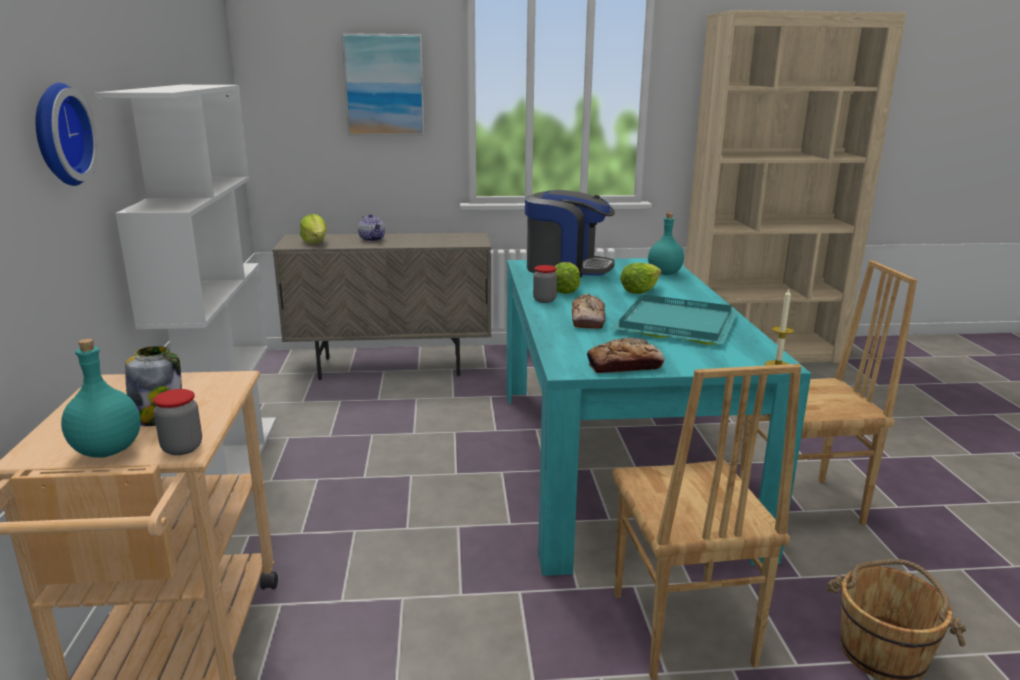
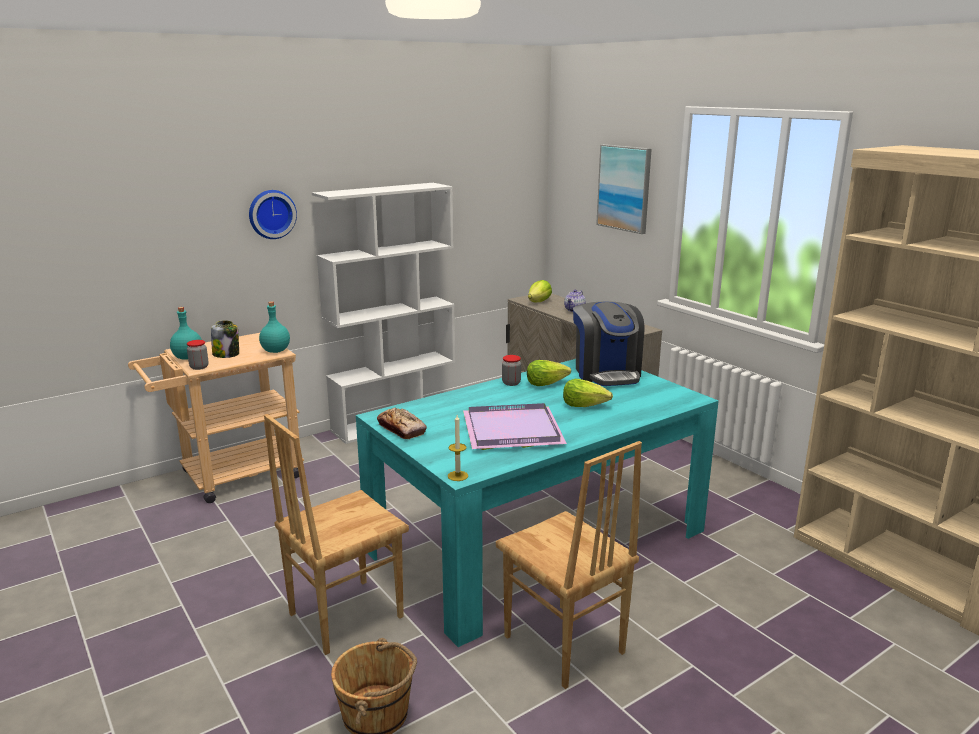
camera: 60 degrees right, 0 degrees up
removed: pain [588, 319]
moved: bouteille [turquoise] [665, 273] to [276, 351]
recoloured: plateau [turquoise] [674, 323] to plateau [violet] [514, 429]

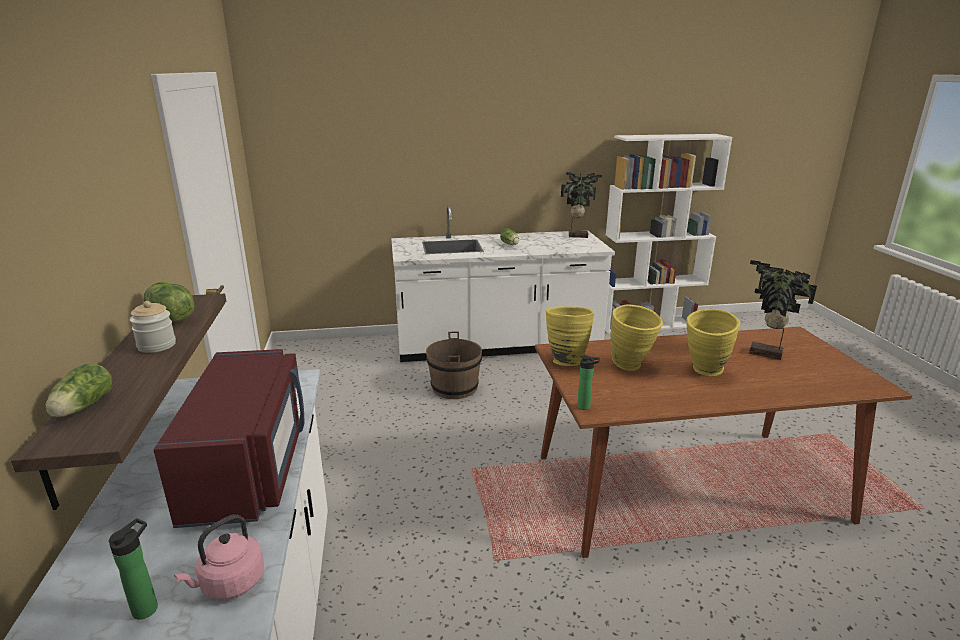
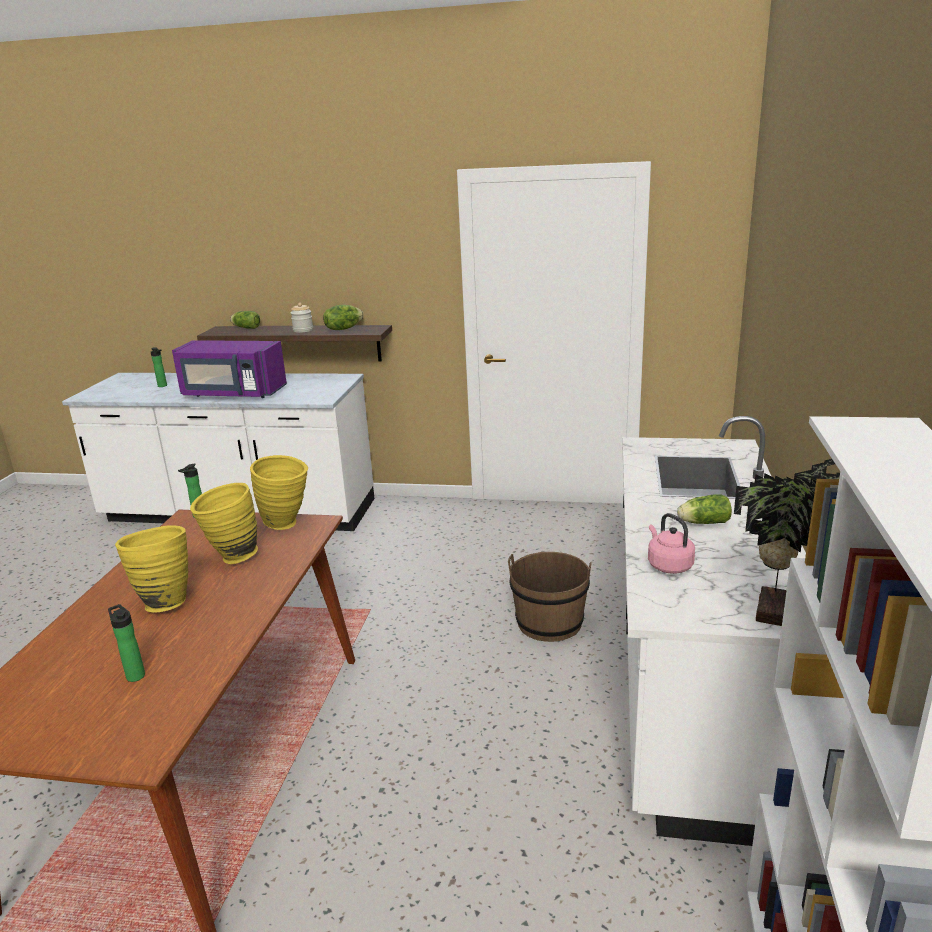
camera: 110 degrees right, 0 degrees up
moved: bouilloire [rose] [230, 584] to [668, 565]
replaced: plante en pot [766, 355] to bouteille [134, 675]
recoloured: micro-ondes [rouge] [250, 467] to micro-ondes [violet] [233, 394]

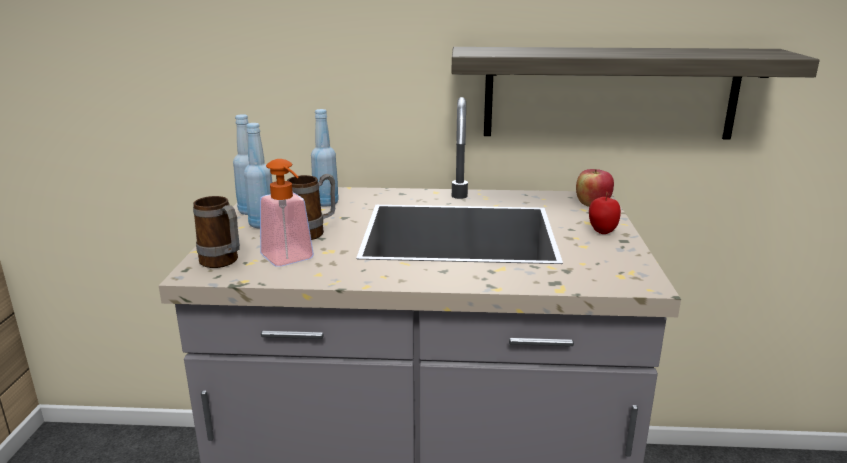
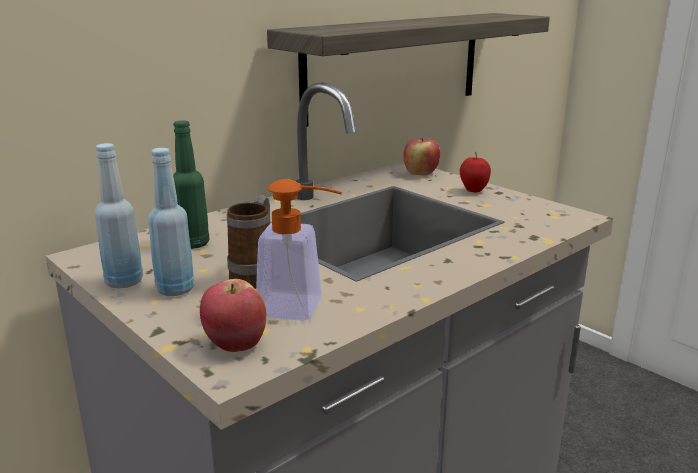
camera: 45 degrees left, 0 degrees up
replaced: mug [223, 263] to pomme [235, 344]
recoloured: bouteille [bleu] [326, 203] to bouteille [vert] [192, 244]

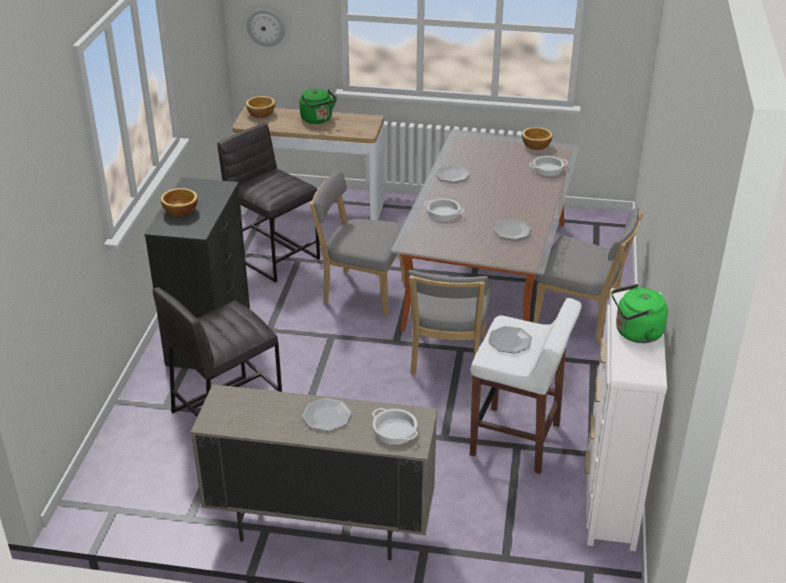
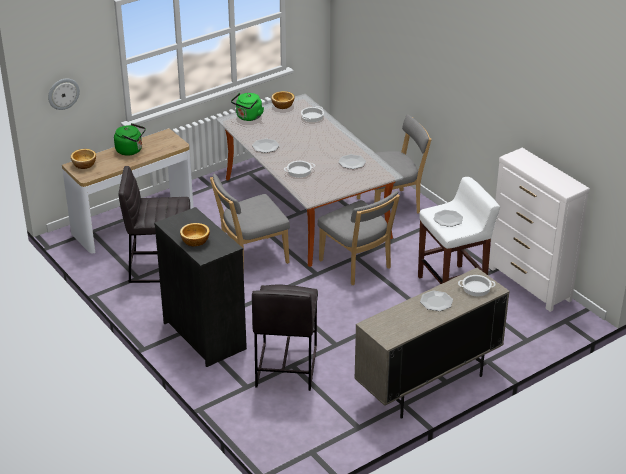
camera: 45 degrees left, 0 degrees up
moved: bouilloire [vert] [635, 333] to [248, 117]

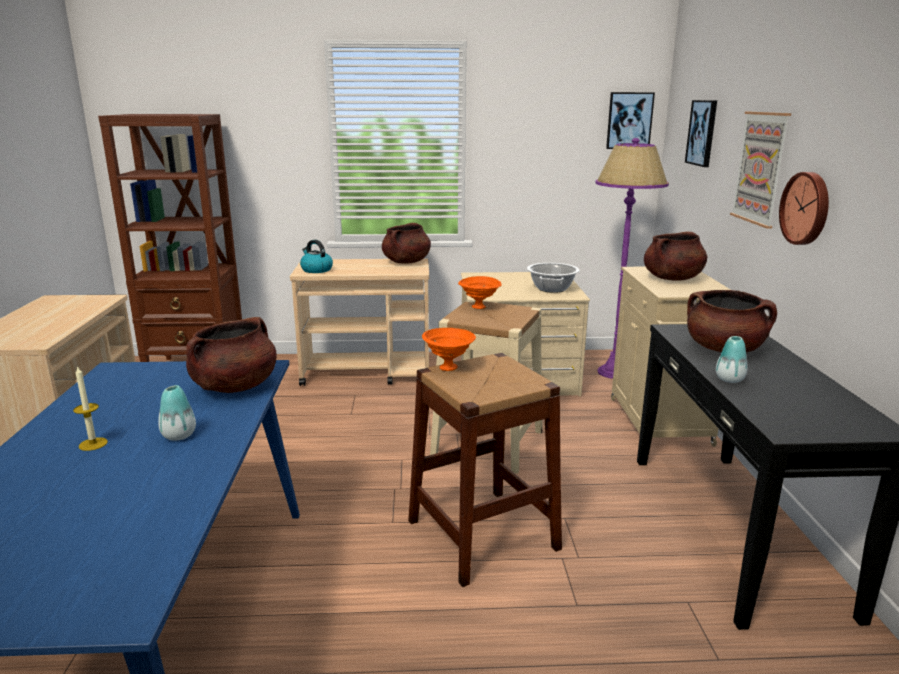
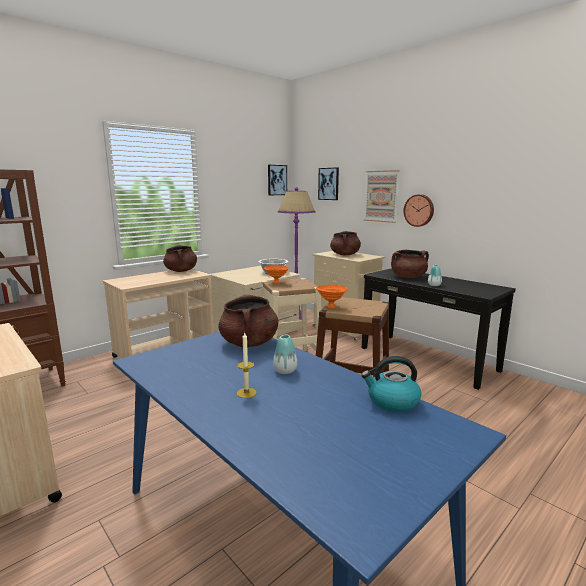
camera: 40 degrees left, 5 degrees down
moved: bouilloire [316, 270] to [392, 402]

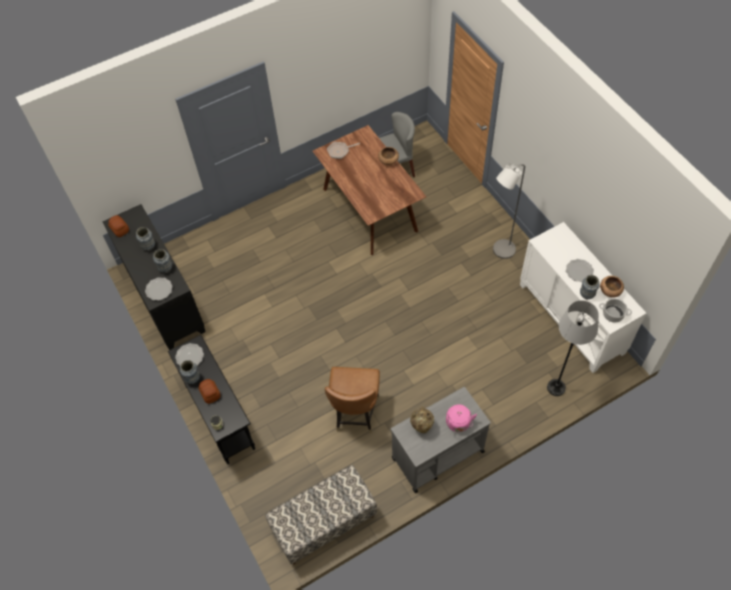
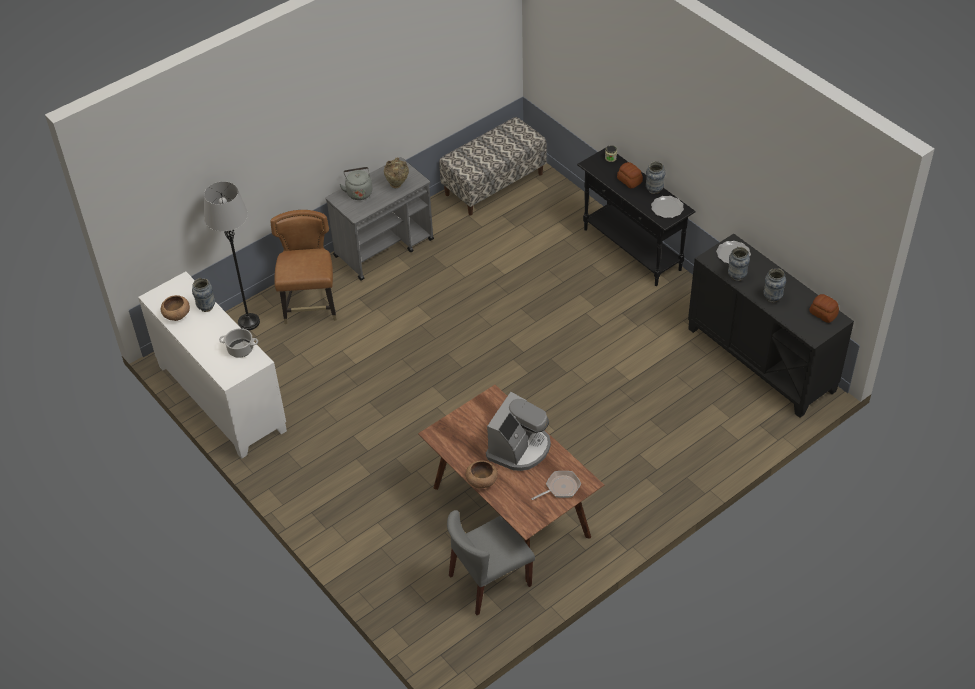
camera: 170 degrees right, 10 degrees down
removed: lampadaire [gris] [500, 251]; assiette [579, 271]
added: machine à café [519, 448]
moved: marmite [612, 314] to [241, 349]; chaise [marron] [355, 413] to [311, 306]
recoloured: bouilloire [rose] [458, 424] to bouilloire [gris] [359, 192]

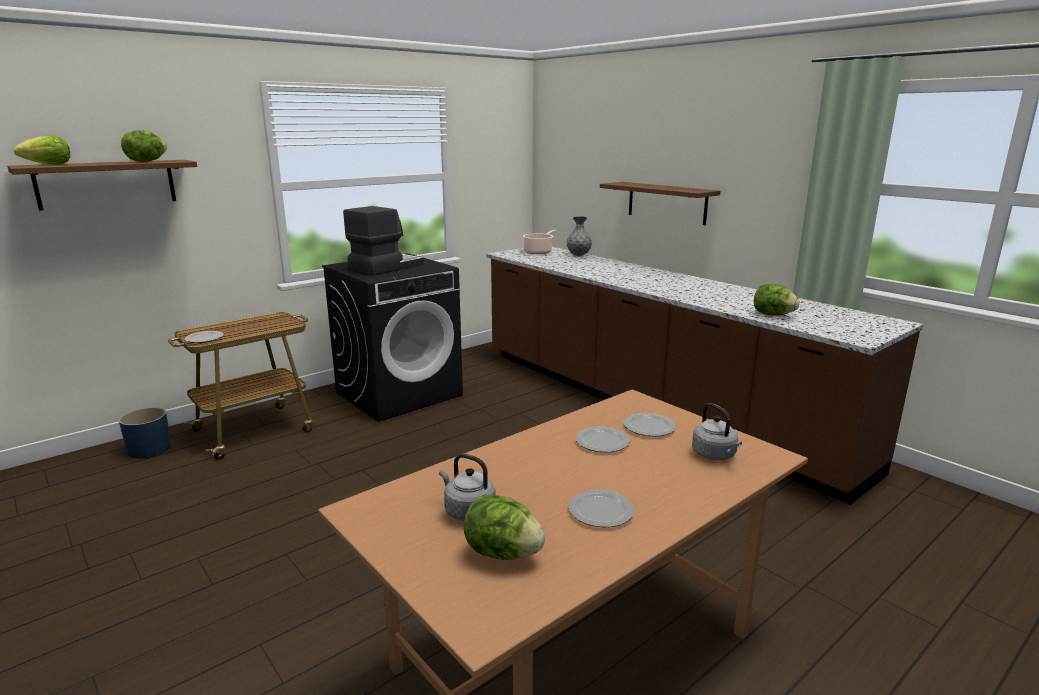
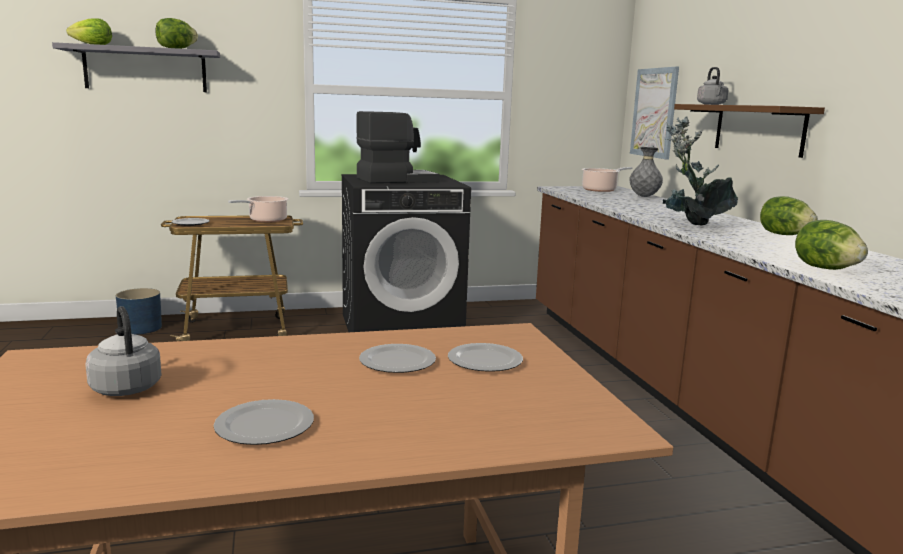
camera: 25 degrees right, 5 degrees down
added: marmite [266, 220]; tableau [654, 112]; plante en pot [691, 226]
moved: bouilloire [gris] [715, 455] to [712, 104]; laitue [502, 553] to [784, 235]
recoloured: étagère [marron] [106, 184] to étagère [gris] [145, 69]

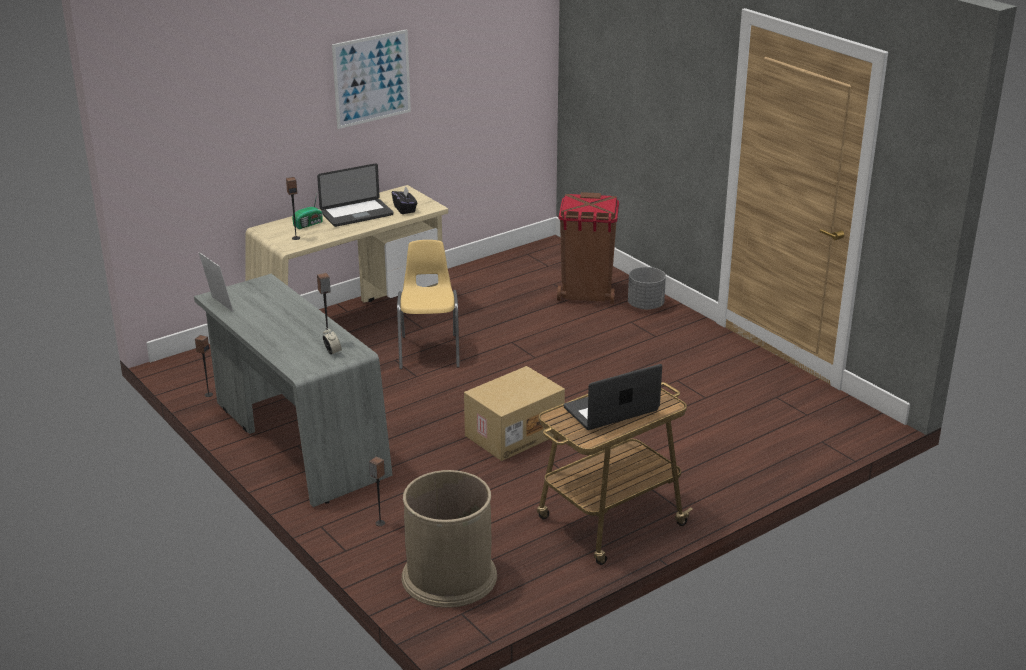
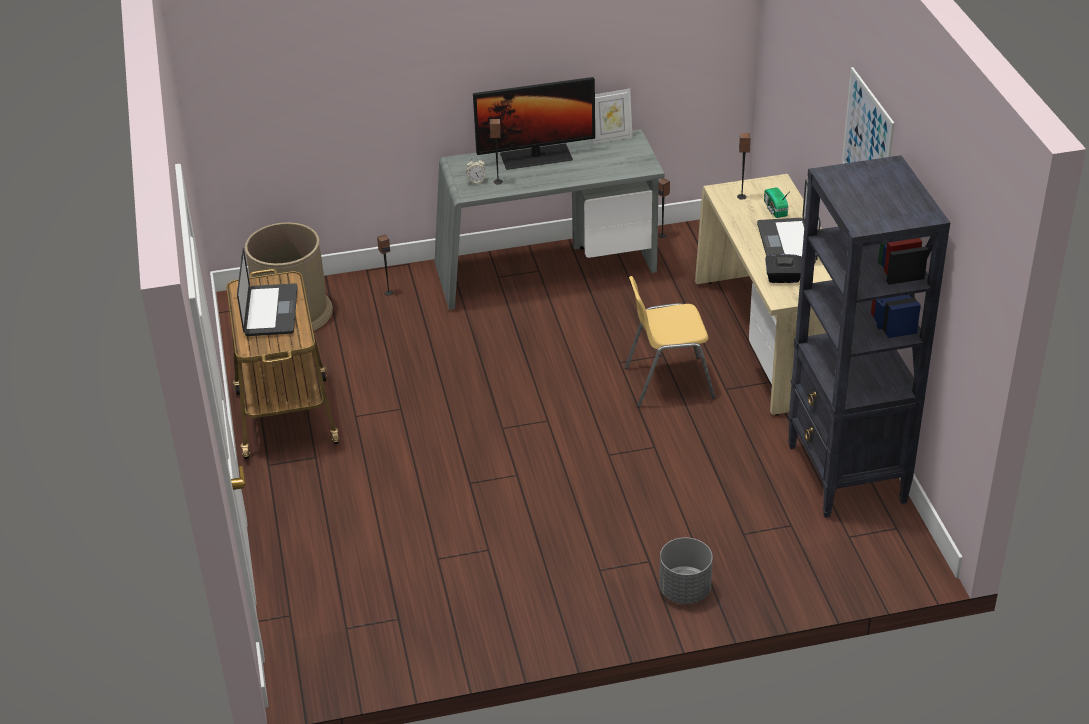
camera: 115 degrees right, 10 degrees up
removed: carton [514, 433]; poubelle [marron] [586, 295]
added: écran d'ordinateur [536, 157]; bibliothèque [noir] [846, 475]
turned: chaise [jaune] [429, 351] = [667, 382] 150 degrees clockwise

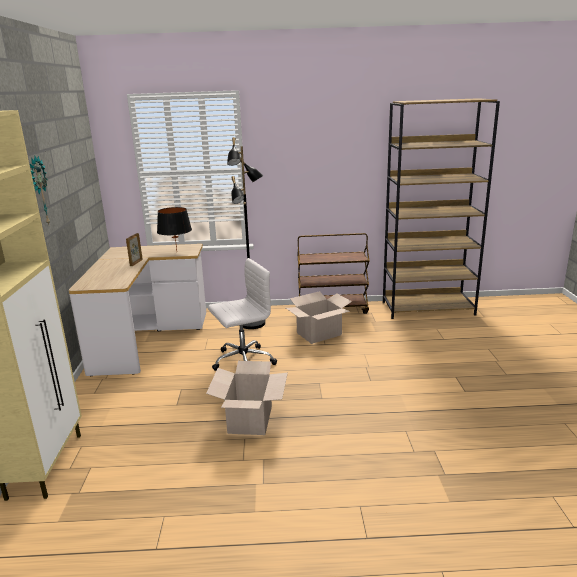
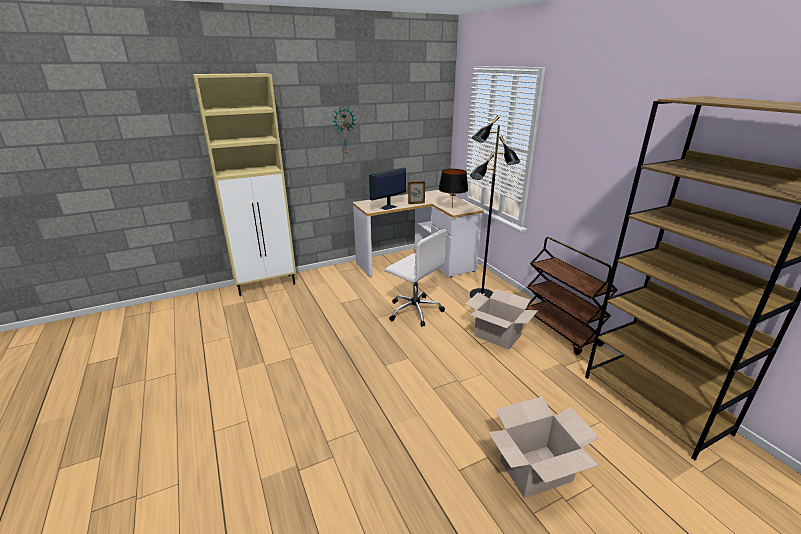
camera: 65 degrees right, 5 degrees up
added: écran d'ordinateur [388, 207]
moved: carton [250, 419] to [535, 470]

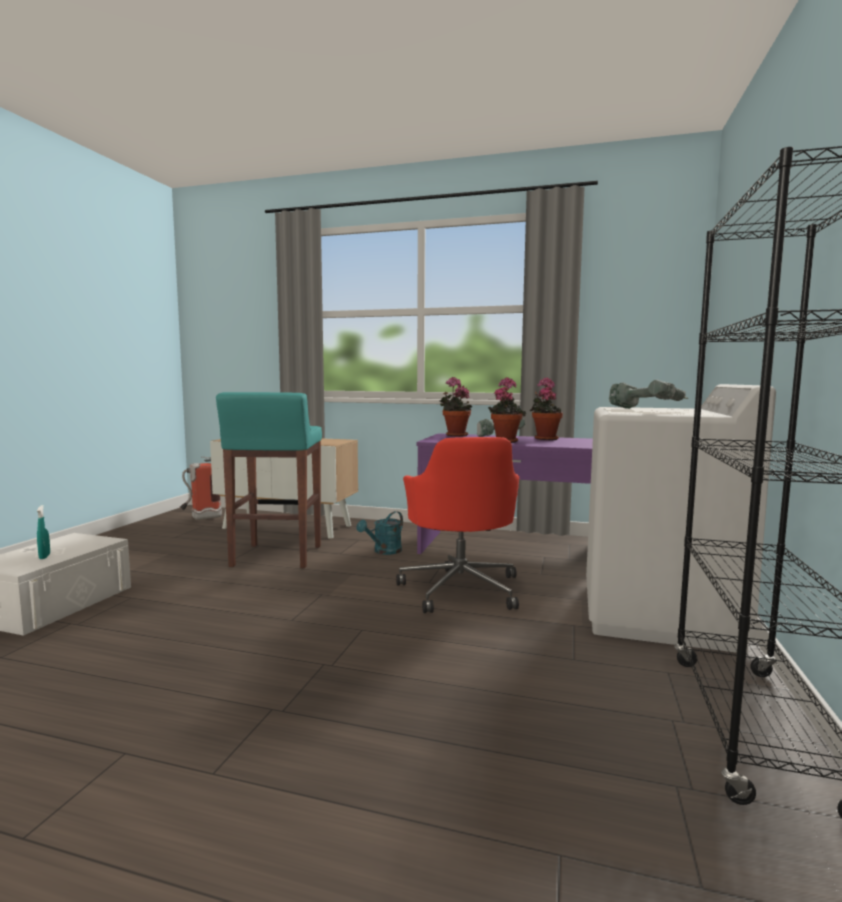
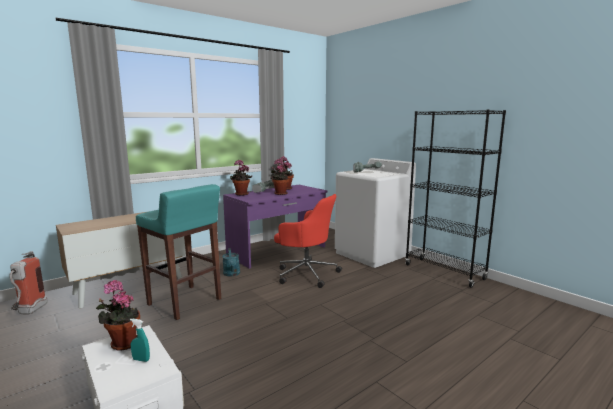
camera: 55 degrees left, 5 degrees up
added: plante en pot [122, 343]

